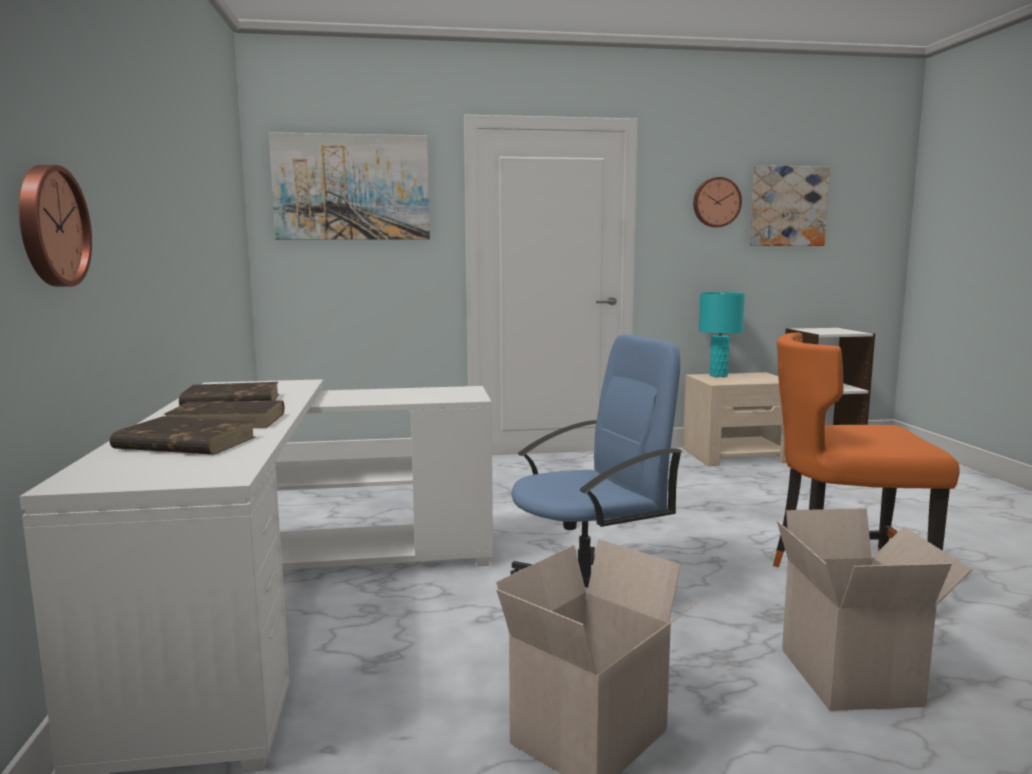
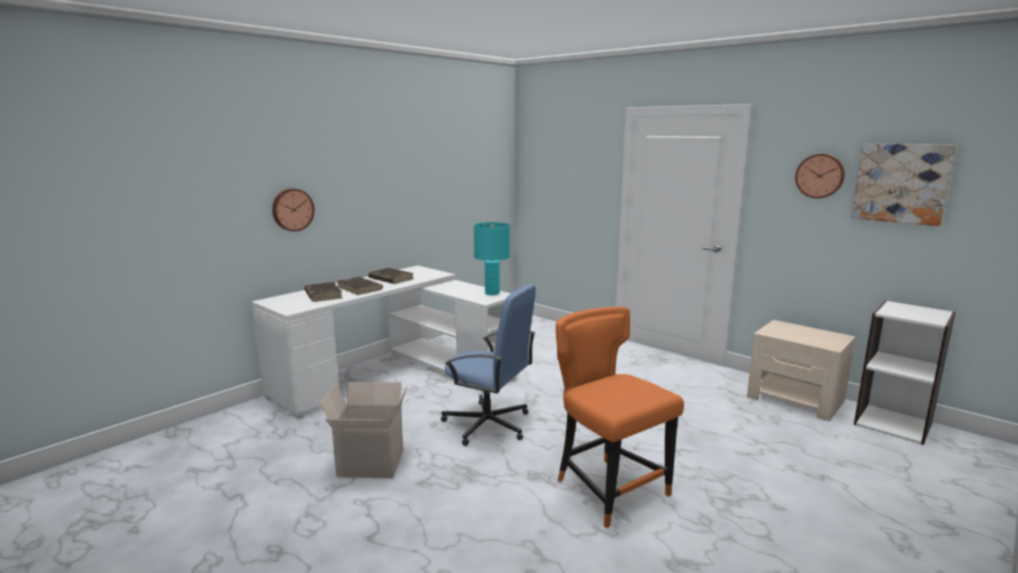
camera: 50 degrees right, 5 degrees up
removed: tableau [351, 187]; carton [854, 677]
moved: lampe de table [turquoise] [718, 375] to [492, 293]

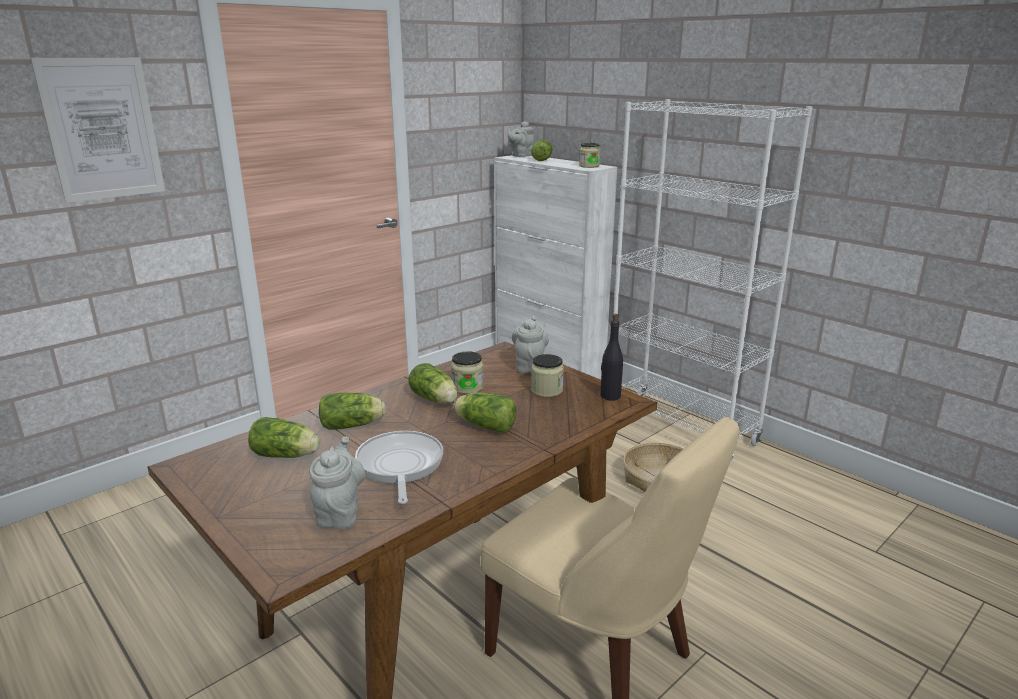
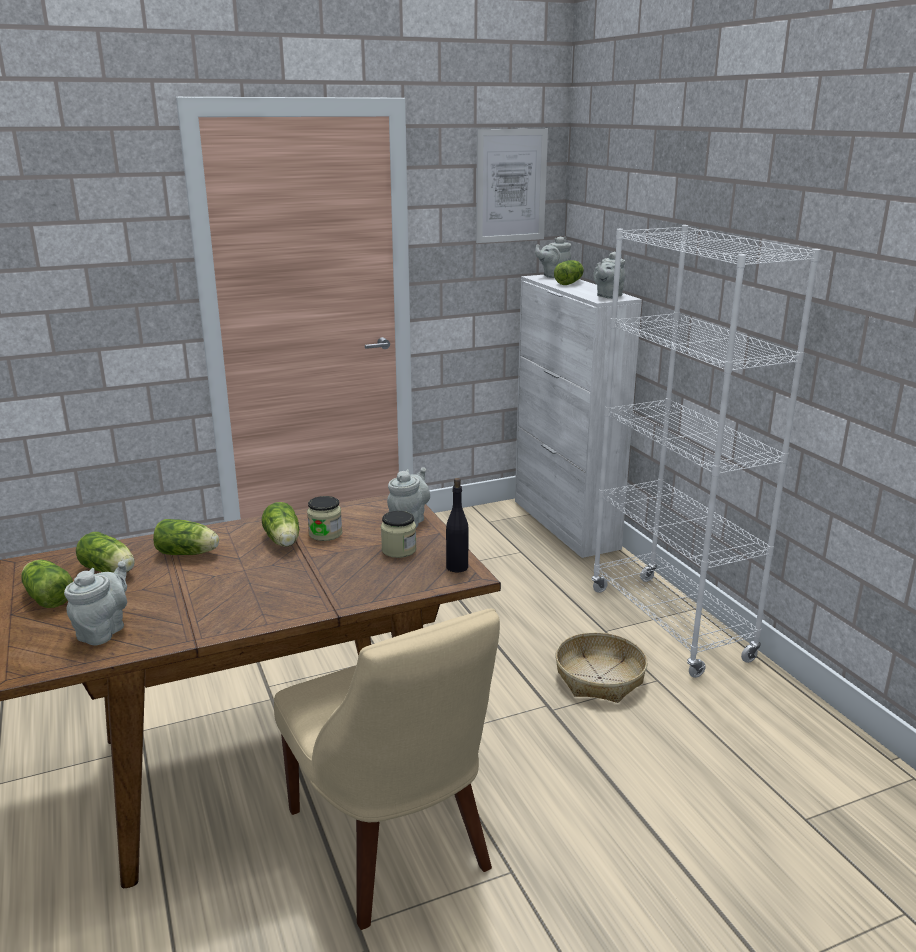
camera: 20 degrees right, 0 degrees up
removed: poêle [399, 466]
moved: laitue [484, 425] to [47, 597]; tableau [102, 129] to [511, 186]
replaced: bocal [589, 166] to théière [gris] [608, 296]

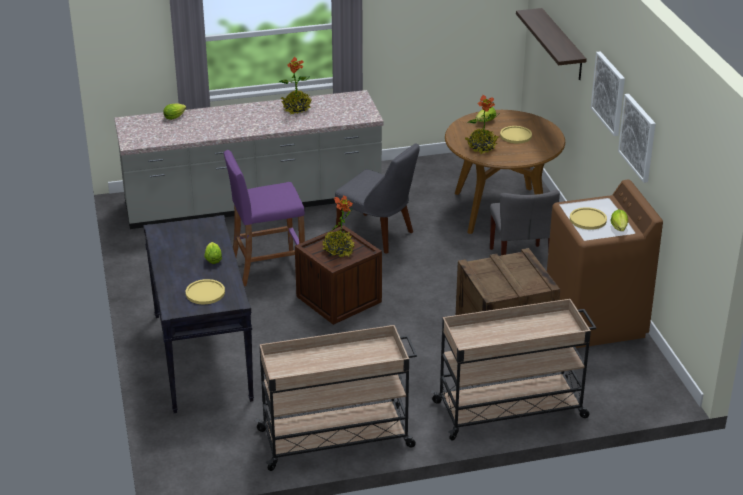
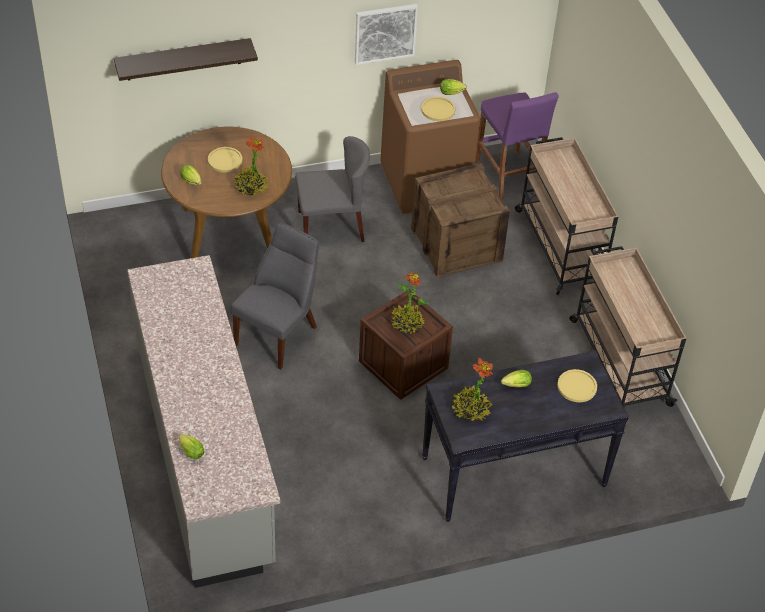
camera: 95 degrees left, 15 degrees up
removed: tableau [609, 93]
moved: plante en pot [296, 108] to [470, 410]; tabouret [violet] [267, 268] to [508, 175]

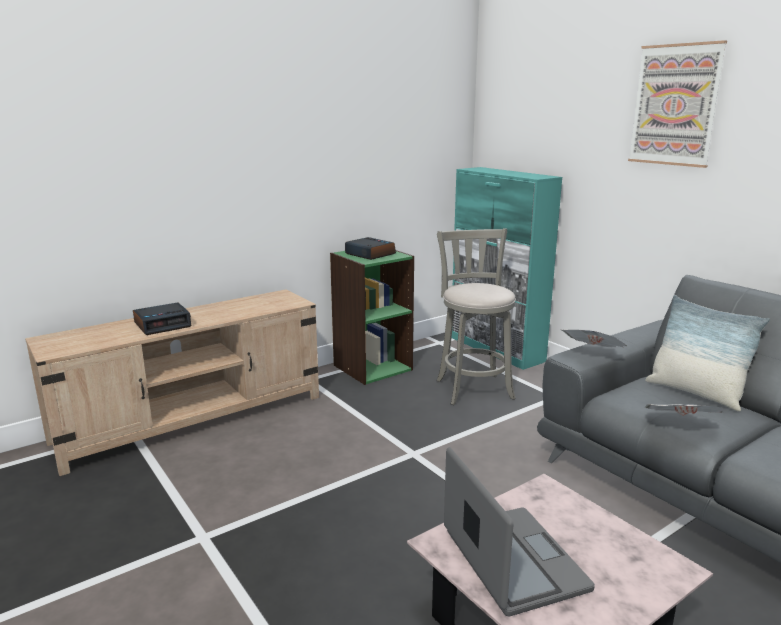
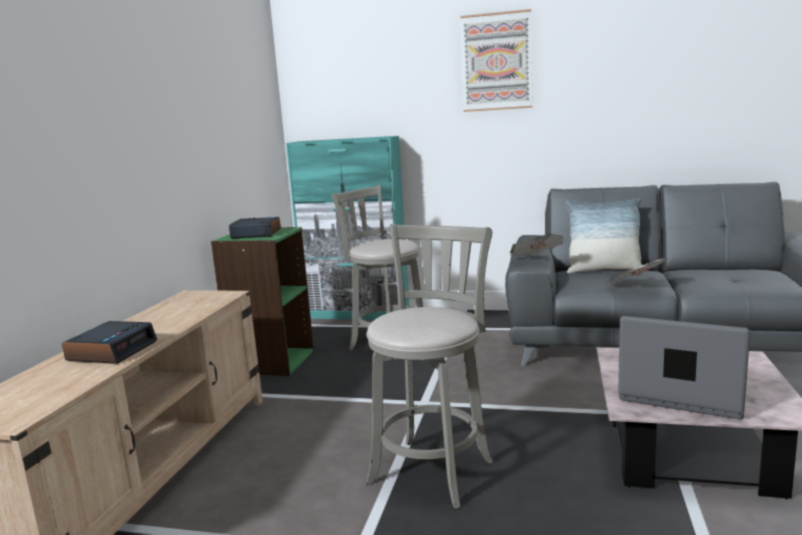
camera: 40 degrees left, 5 degrees down
added: tabouret [gris] [434, 469]

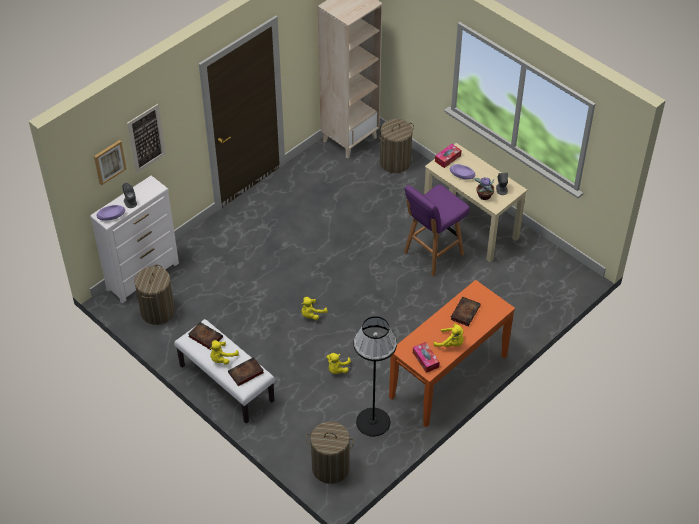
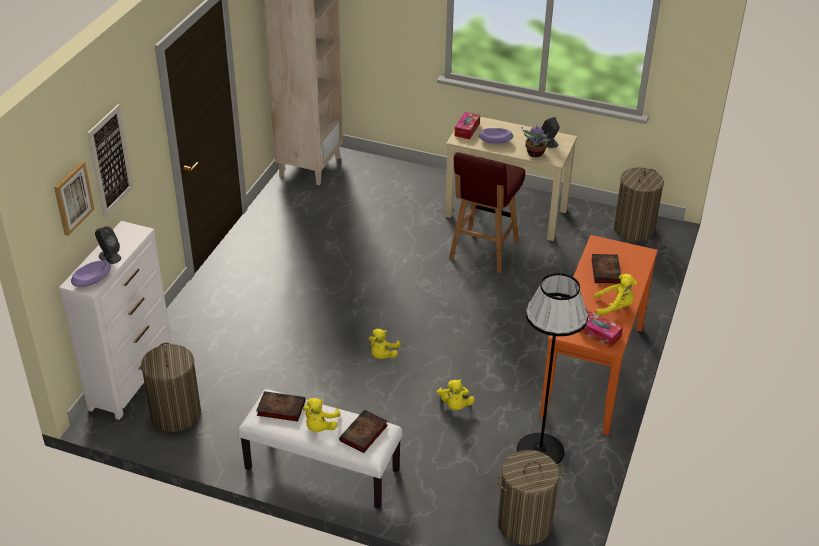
camera: 25 degrees left, 10 degrees down
moved: panier à linge [395, 162] to [634, 228]
recoloured: tabouret [violet] [432, 254] to tabouret [rouge] [483, 251]

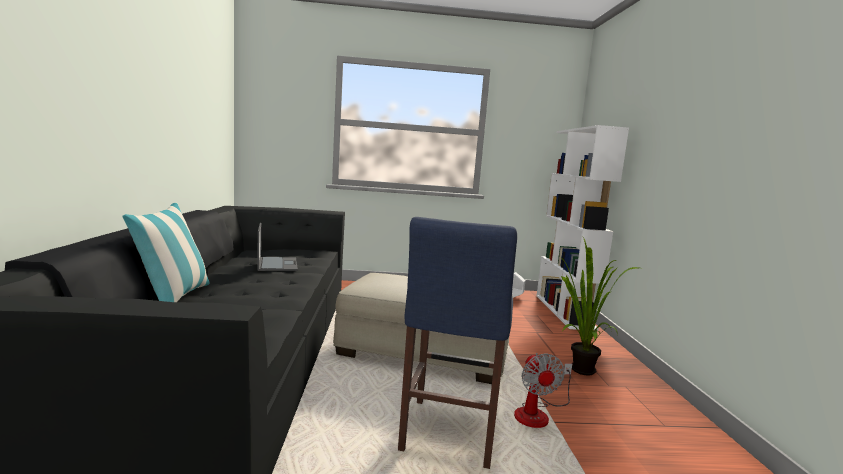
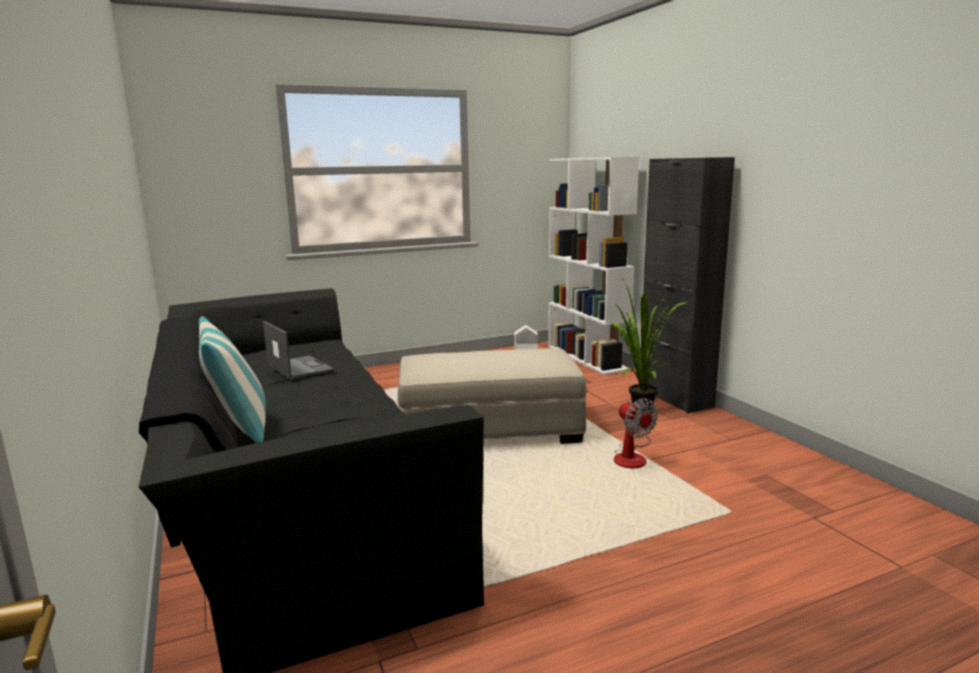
camera: 20 degrees left, 5 degrees up
removed: tabouret [bleu] [448, 435]
added: meuble de rangement [noir] [675, 398]

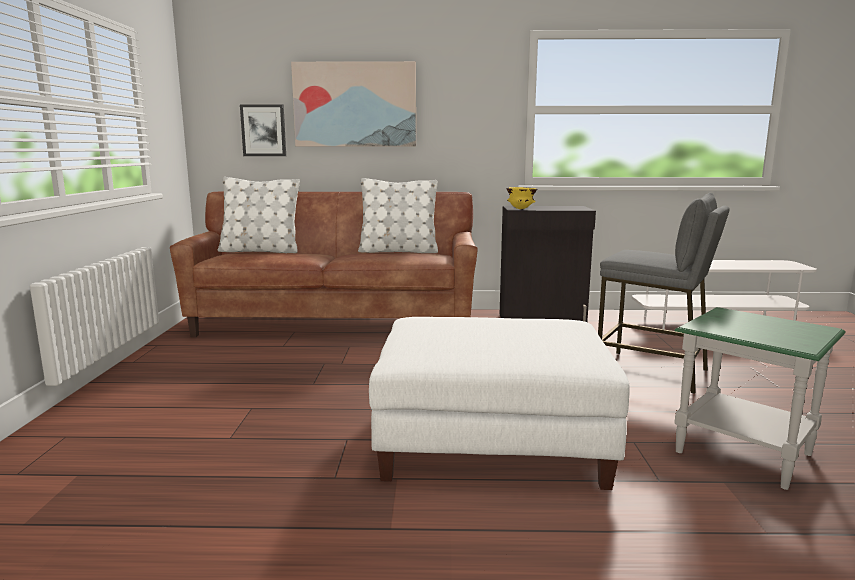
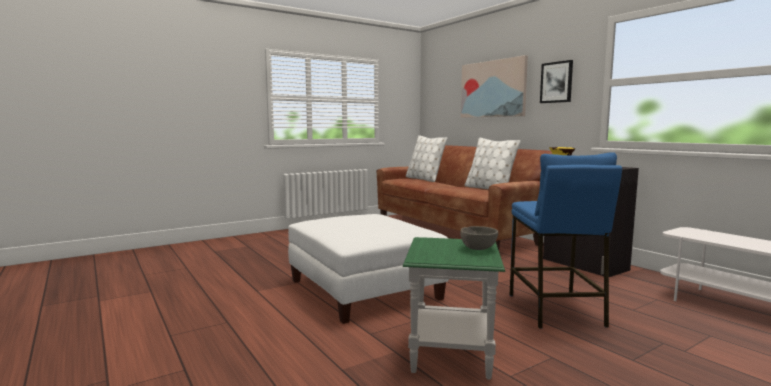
camera: 55 degrees right, 5 degrees down
added: bol [gris] [478, 249]
moved: tableau [263, 130] to [556, 82]
recoloured: tabouret [gris] [652, 371] to tabouret [bleu] [555, 310]

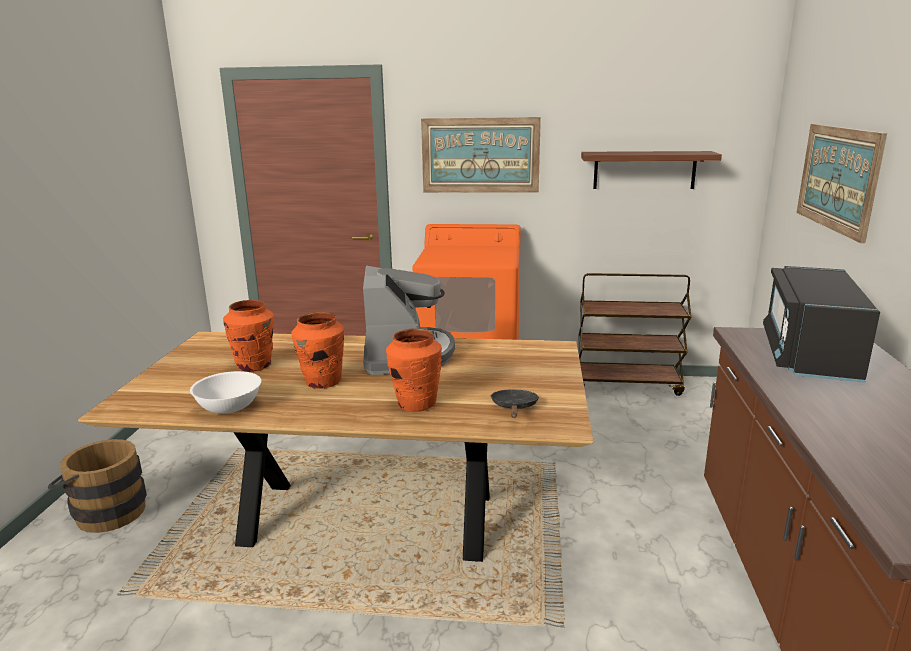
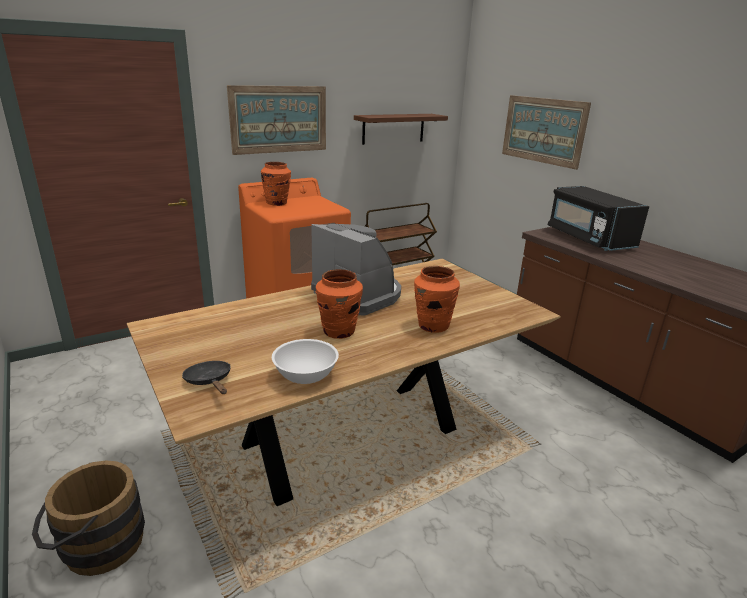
camera: 40 degrees left, 5 degrees up
moved: poêle [noir] [514, 407] to [209, 381]; vase [orange] [254, 365] to [277, 203]

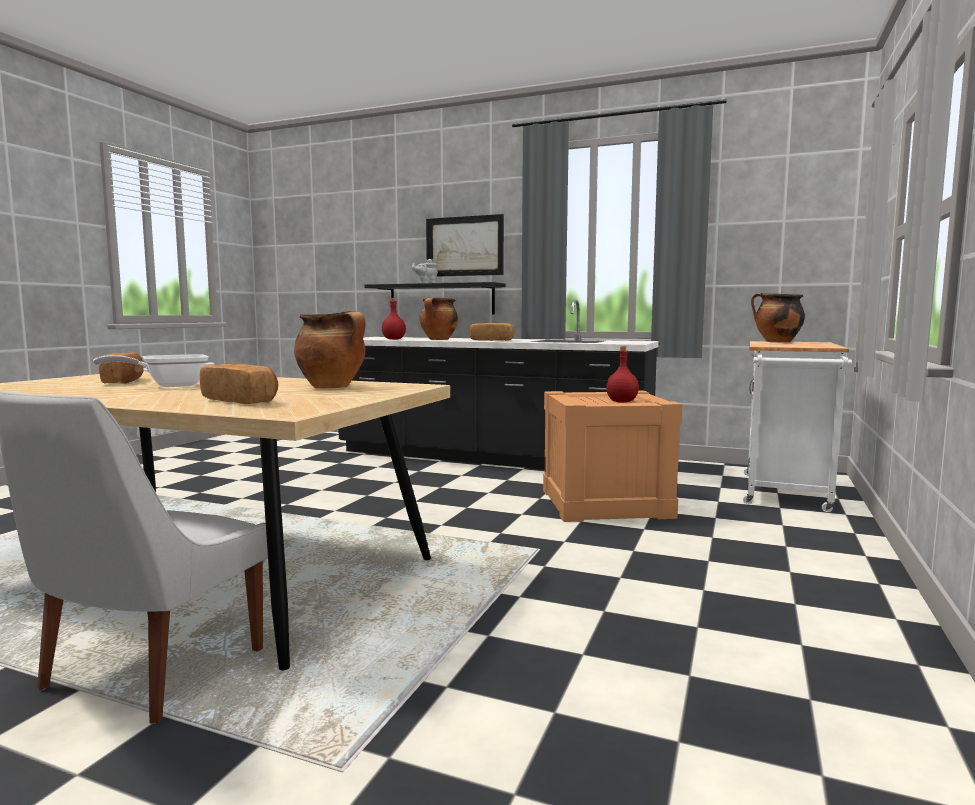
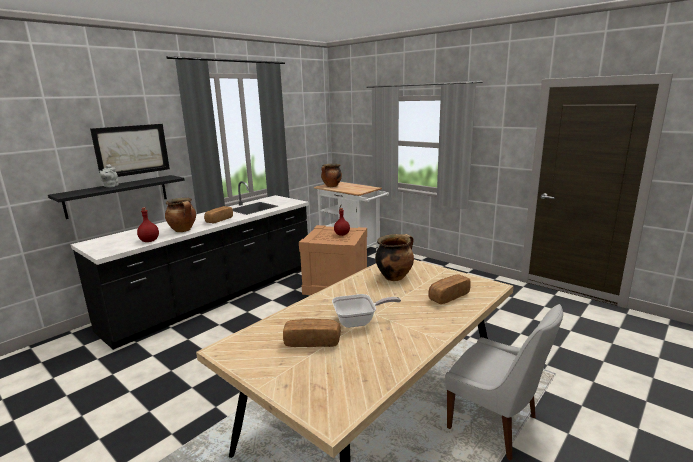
camera: 70 degrees left, 10 degrees up
turned: poêle [168, 386] = [359, 321] 90 degrees counterclockwise

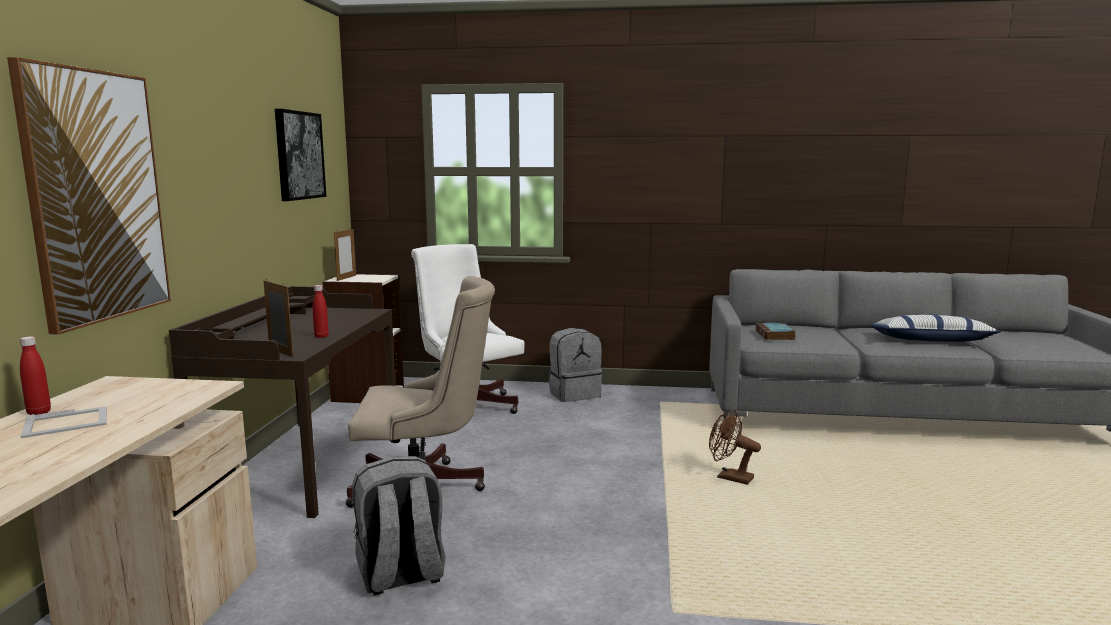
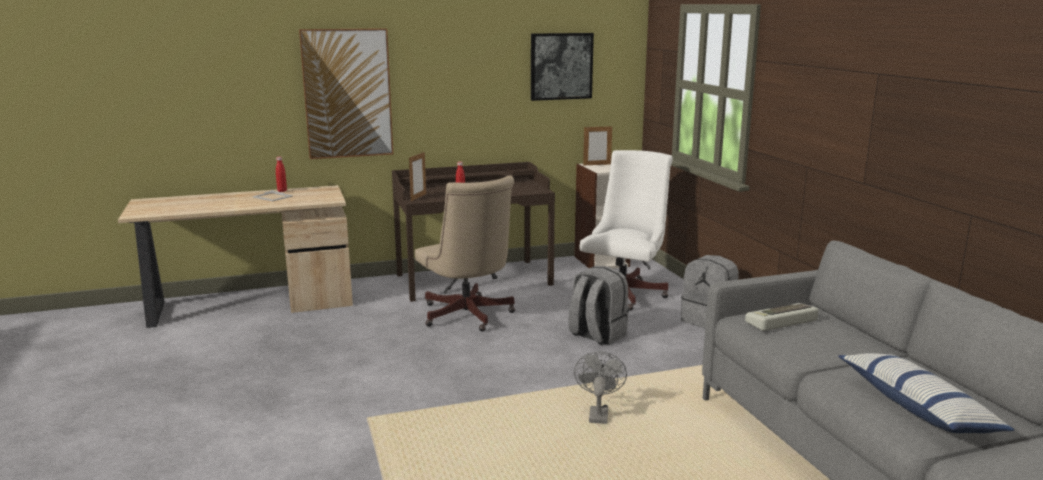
camera: 65 degrees right, 5 degrees up
moved: sac à dos [gris] [401, 575] to [596, 335]
replaced: livre [775, 335] to clavier [781, 322]
recoloured: ventilateur [marron] [729, 477] to ventilateur [gris] [598, 413]

